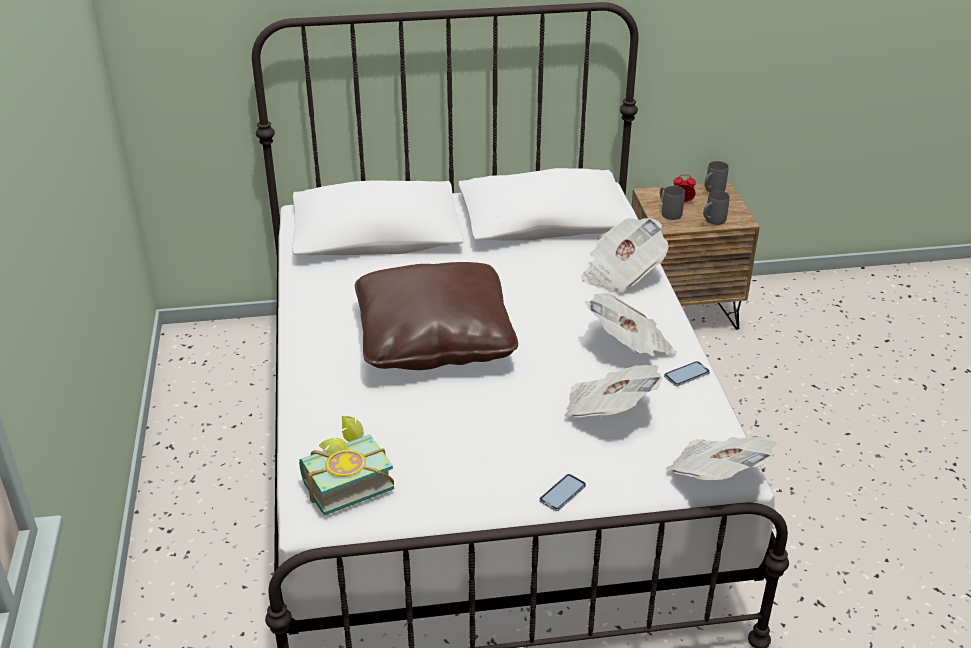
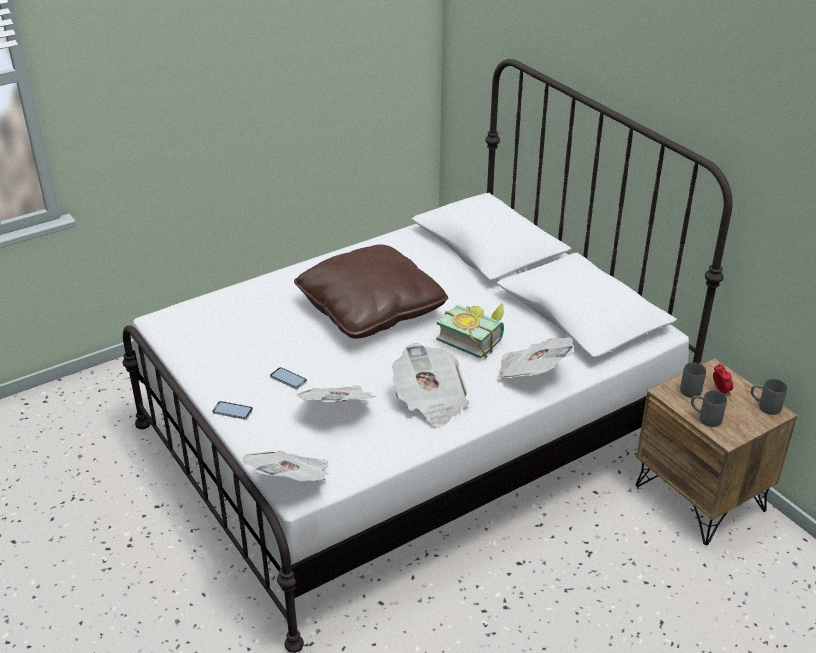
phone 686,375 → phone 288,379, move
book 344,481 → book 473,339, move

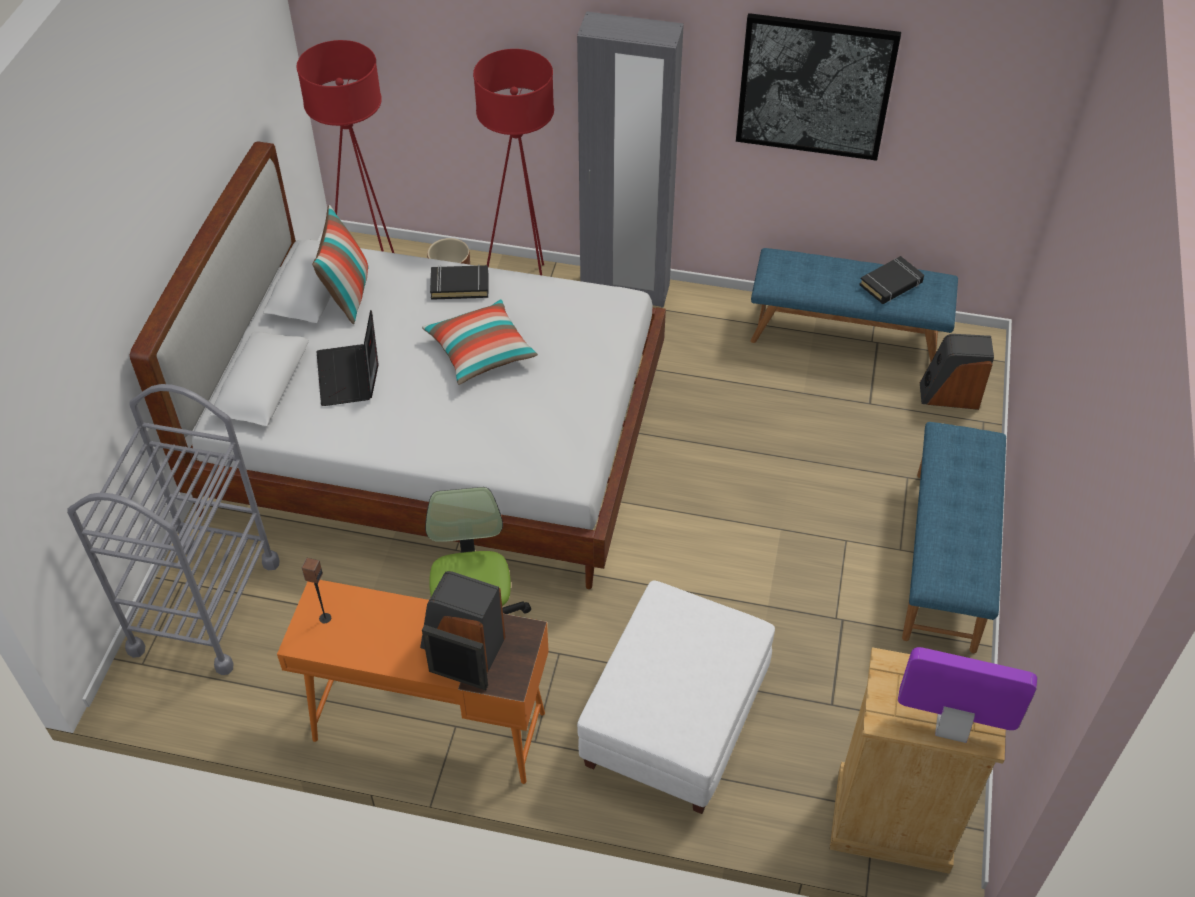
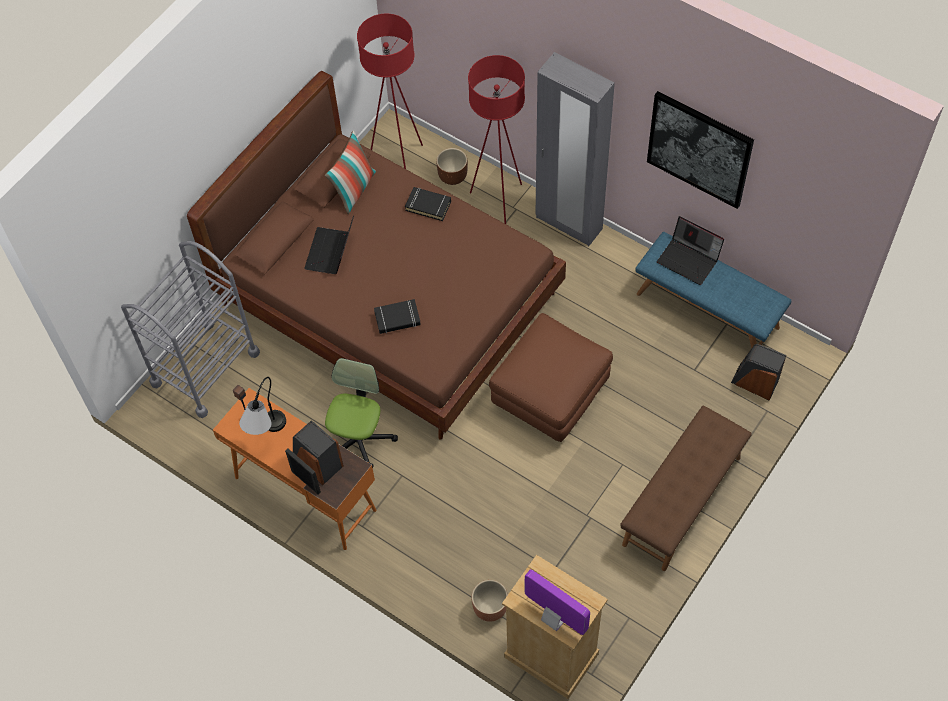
white bed 436,441 → brown bed 390,300
black book 891,284 → black book 397,319, move
pillow 481,352 → -
blue bench 946,559 → brown bench 682,501
white ottoman 675,722 → -
- → laptop 689,260
- → brown ottoman 550,394
- → table lamp 266,434
- → brown planter 489,608

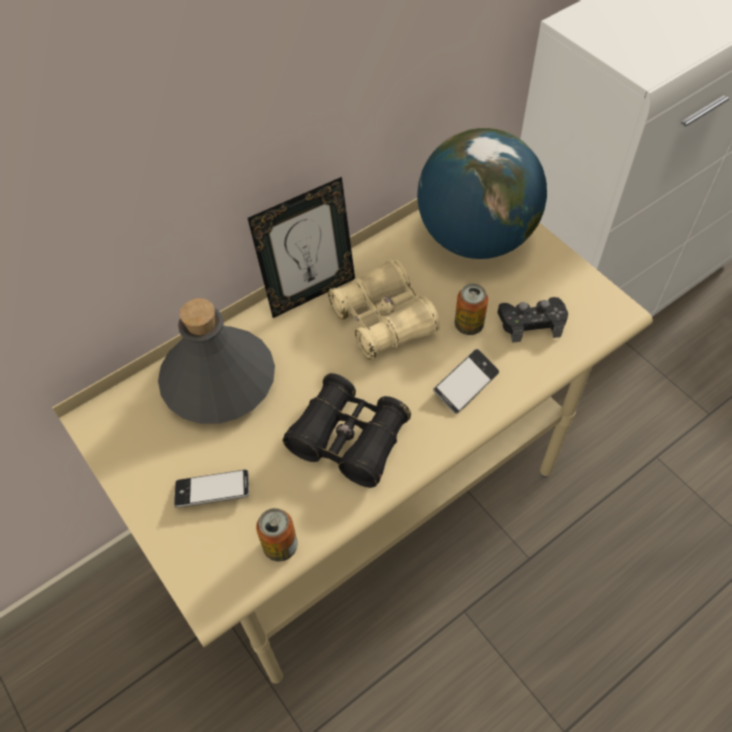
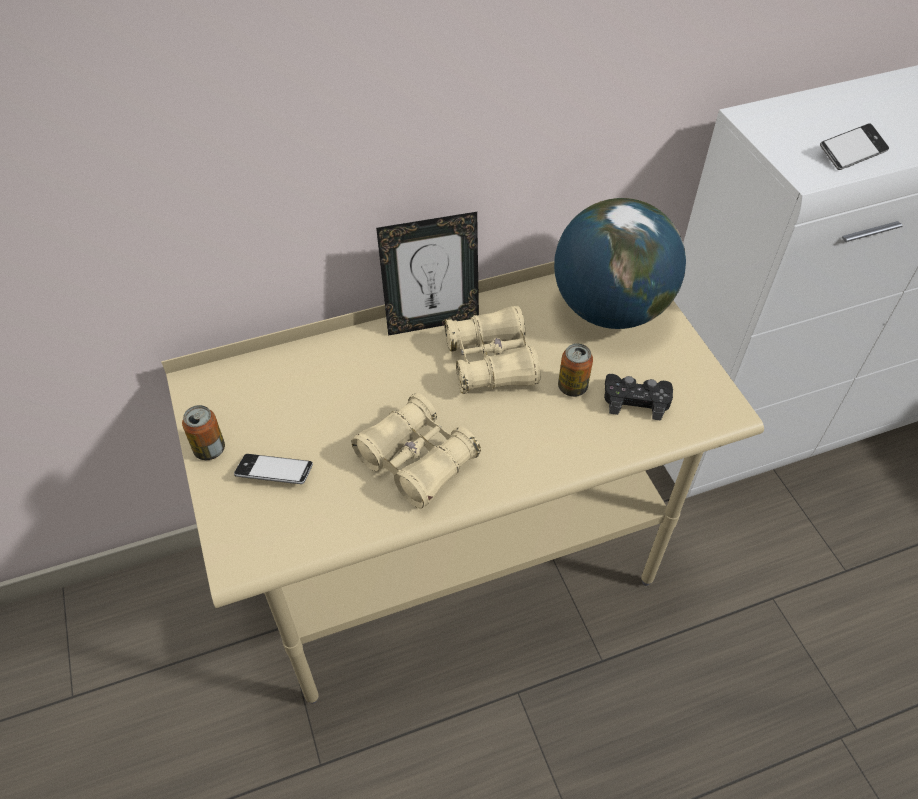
grey bottle 219,379 → -
phone 466,384 → phone 851,152, move
black binoculars 348,439 → beige binoculars 416,460
can 280,546 → can 209,449, move

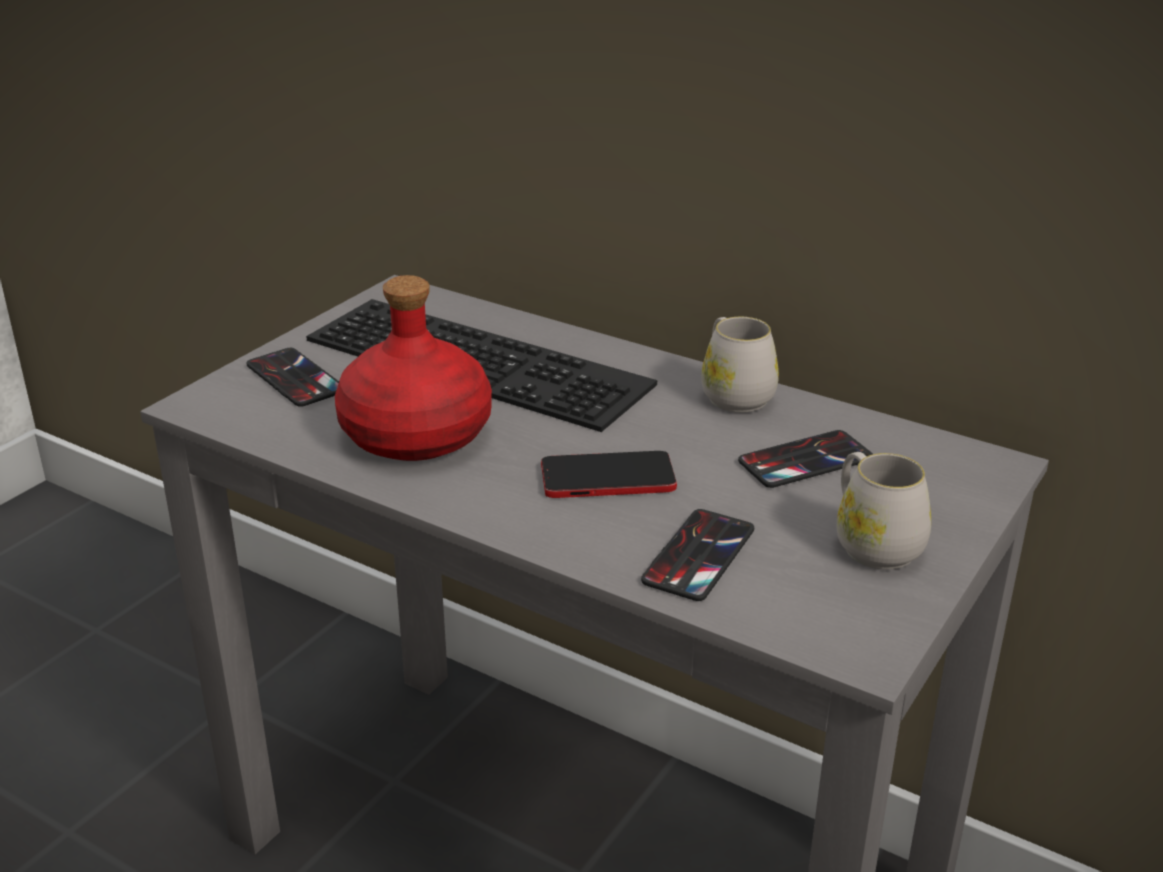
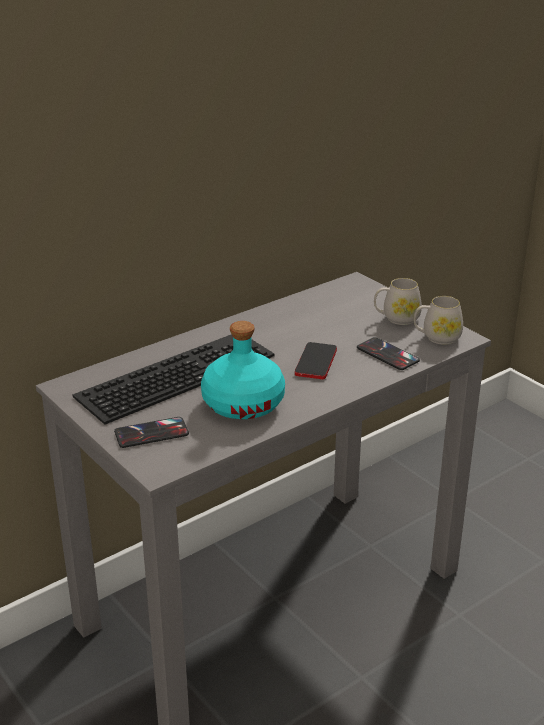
red bottle 418,434 → turquoise bottle 243,403
white mug 733,394 → white mug 436,337, move
phone 805,460 → -

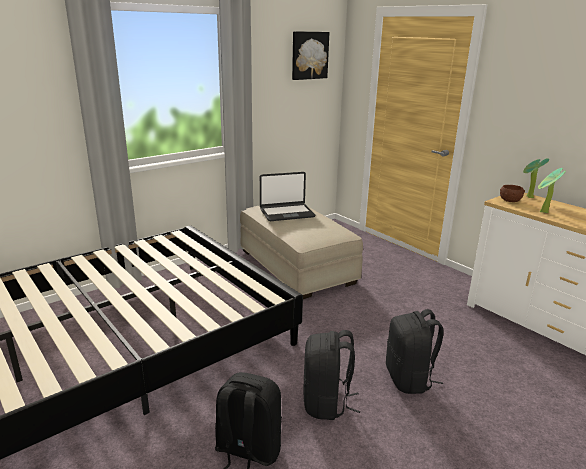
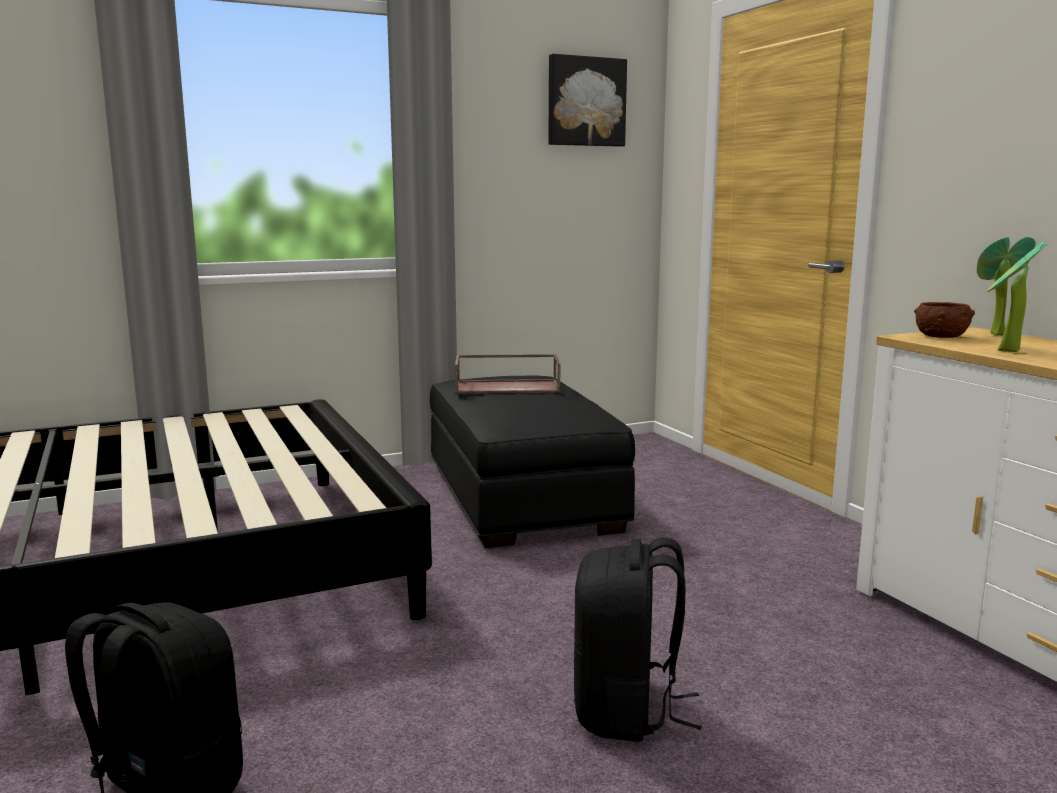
laptop 286,213 → brown tray 508,387
beige ottoman 295,266 → black ottoman 520,495
black backpack 326,403 → -

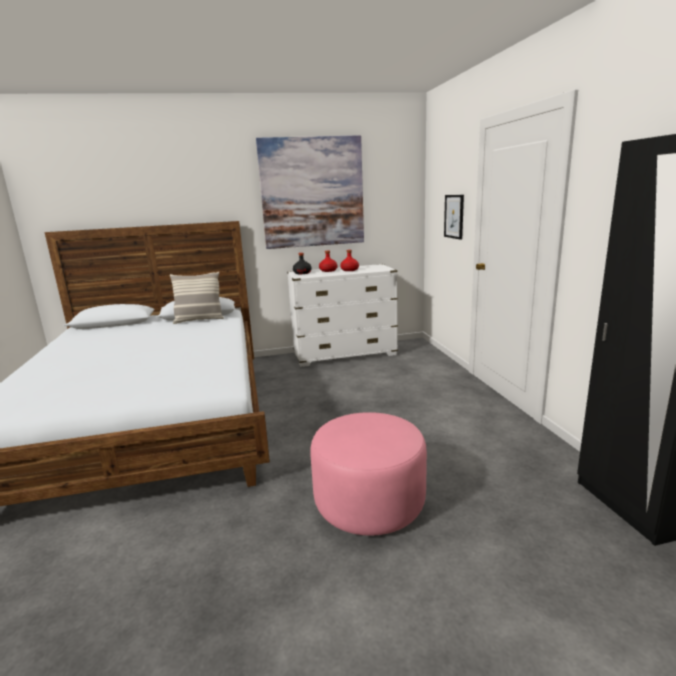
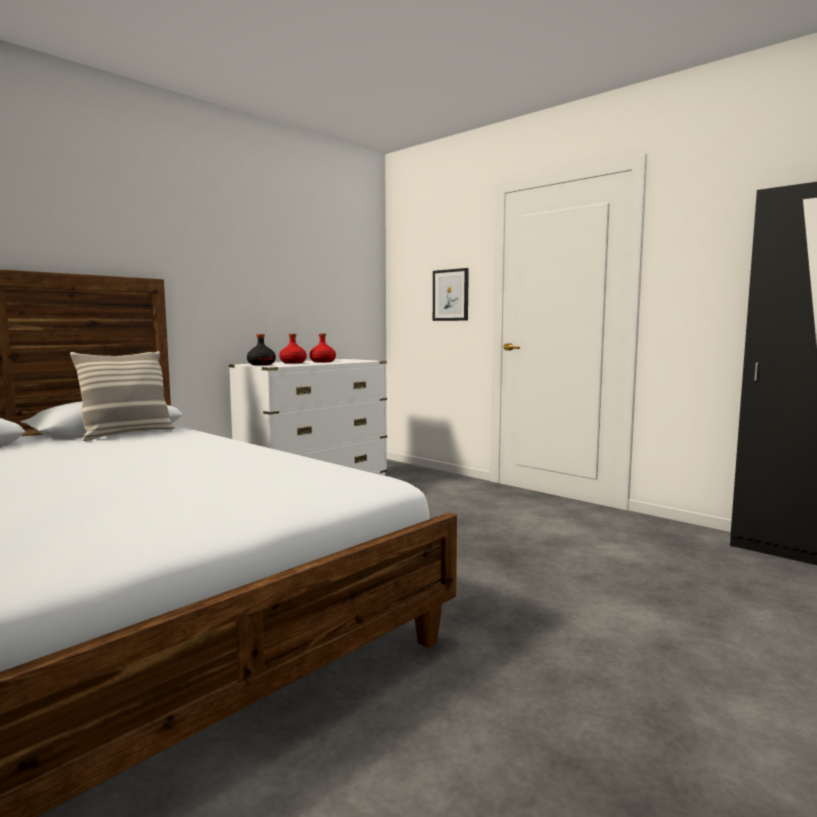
picture 312,193 → -
pink ottoman 369,502 → -

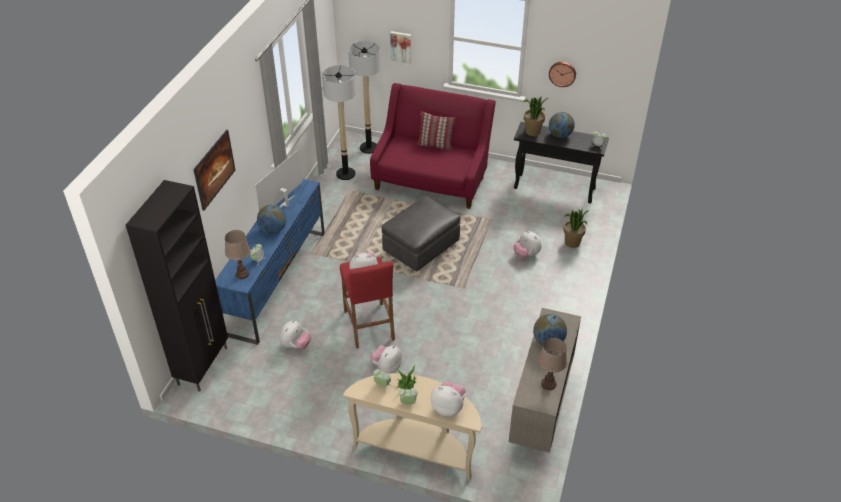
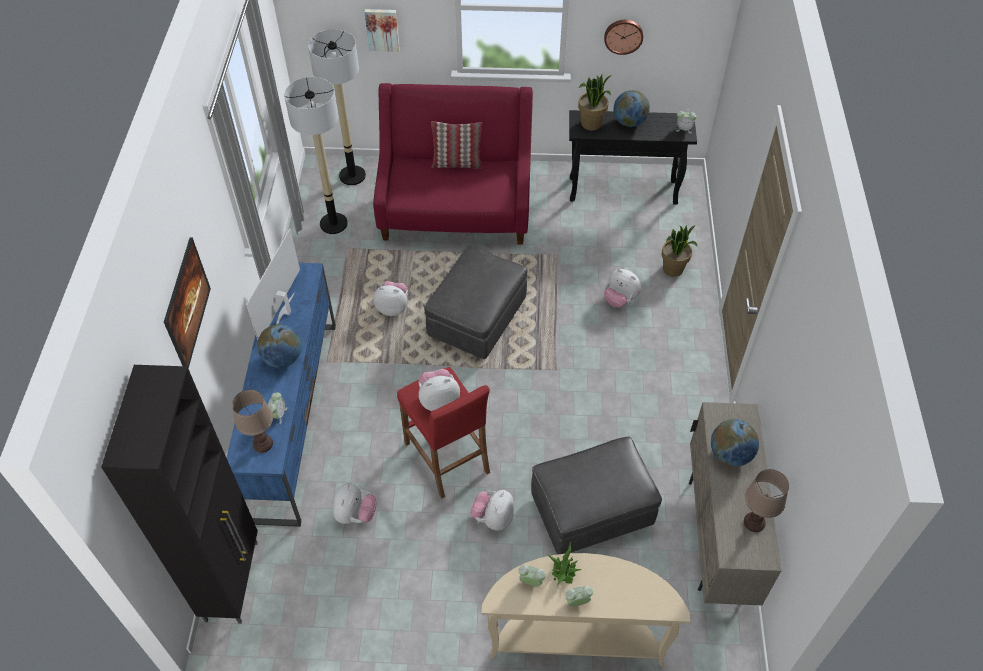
plush toy 448,407 → plush toy 393,307, move
- → grey ottoman 591,511

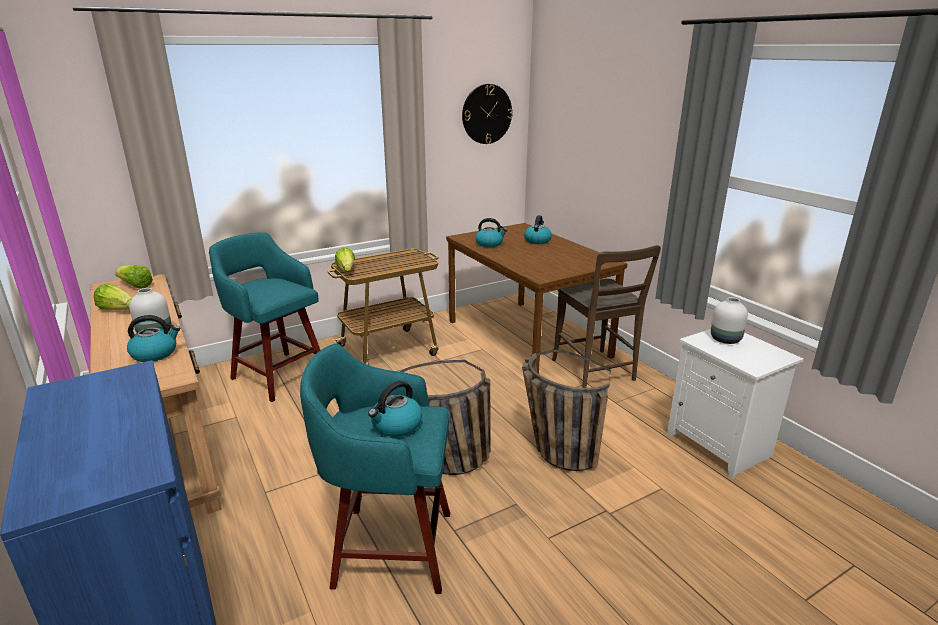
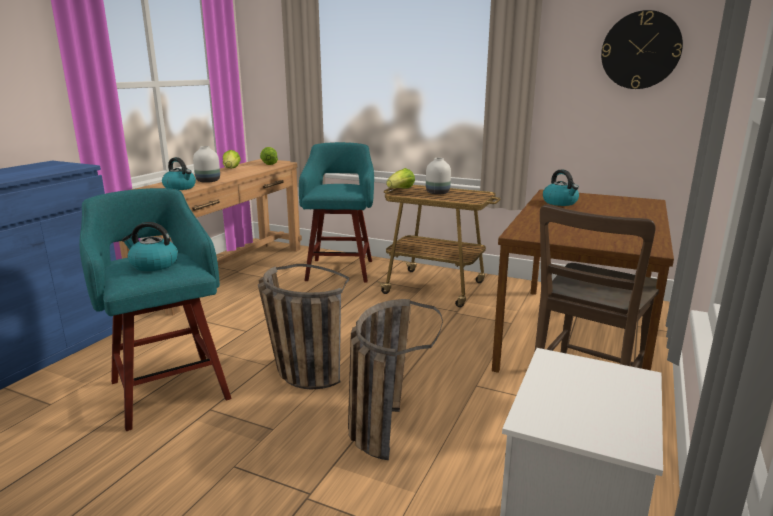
kettle 537,241 → -
white vase 725,340 → white vase 437,193, move

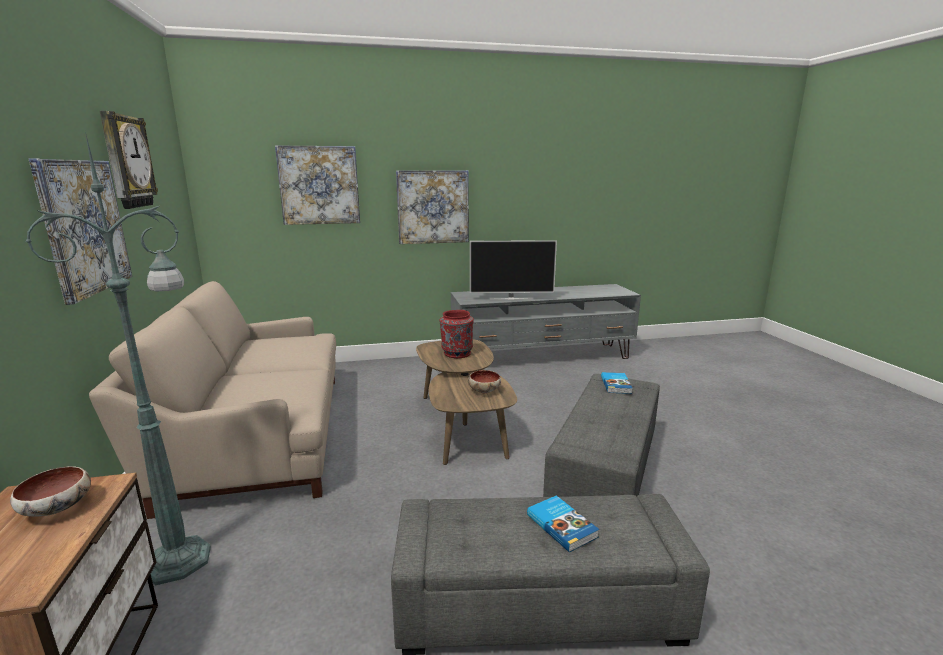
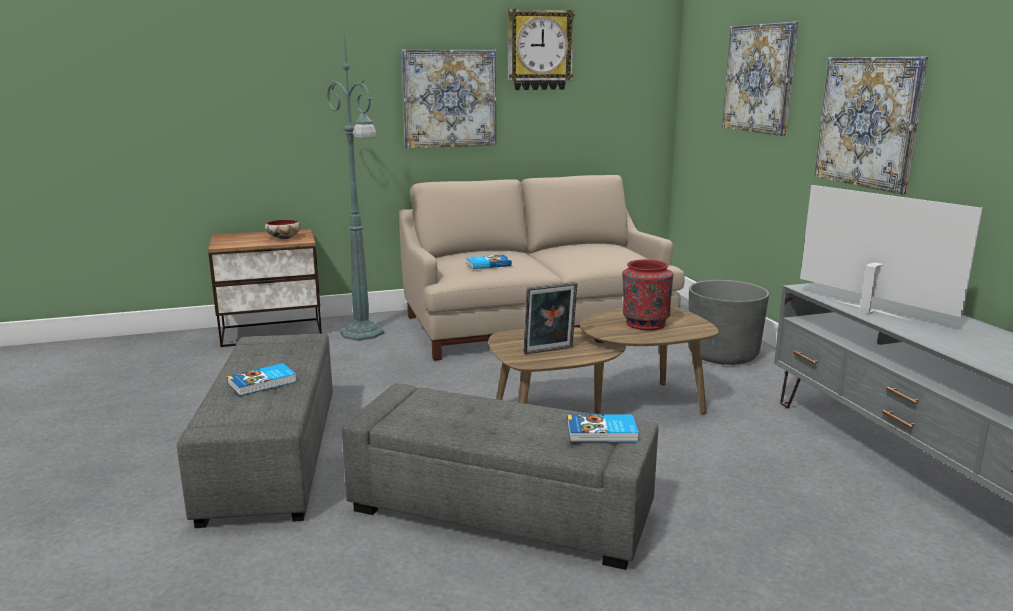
television 511,298 → television 868,311, 150 degrees clockwise
bowl 484,390 → picture frame 549,351
- → book 488,264
- → grey planter 722,355

